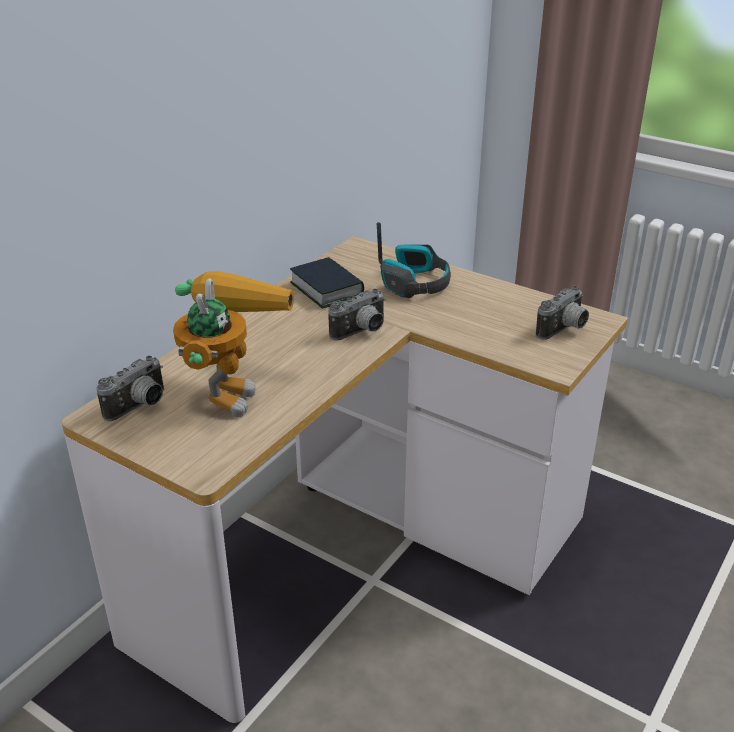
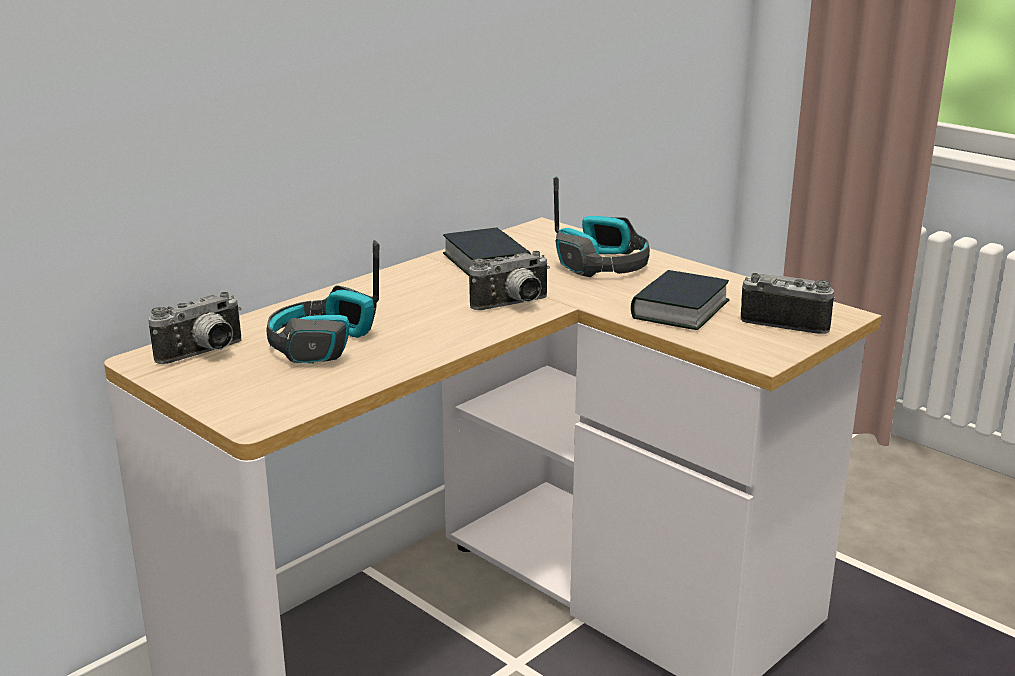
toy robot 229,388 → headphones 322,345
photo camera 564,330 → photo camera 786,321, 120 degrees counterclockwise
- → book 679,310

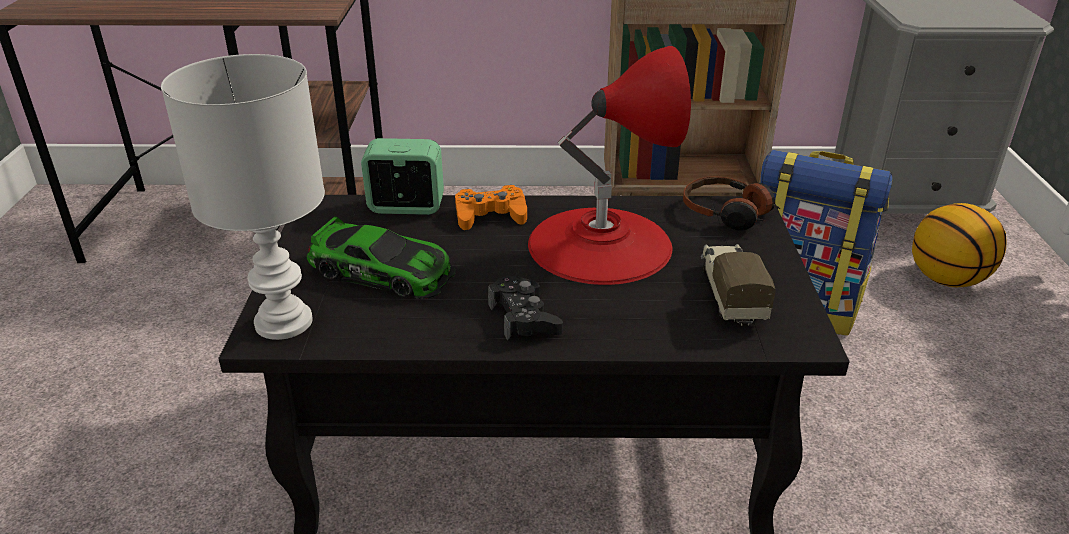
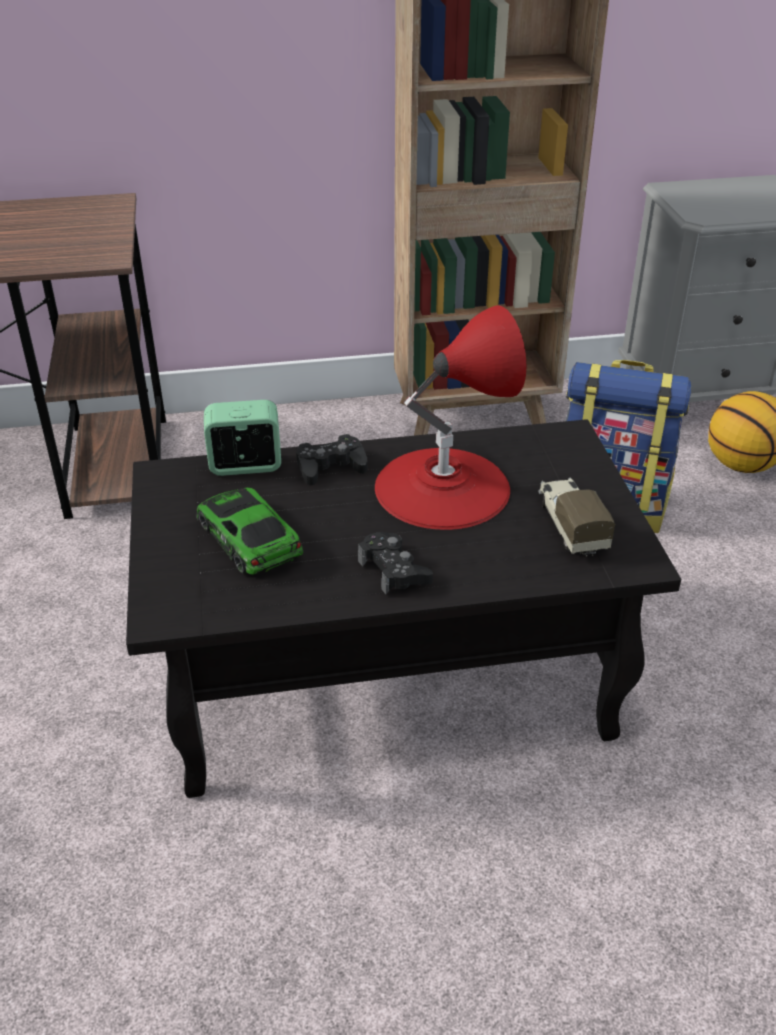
white table lamp 284,321 → -
headphones 728,213 → -
orange game controller 490,215 → black game controller 330,467
toy car 383,271 → toy car 248,538, 135 degrees counterclockwise

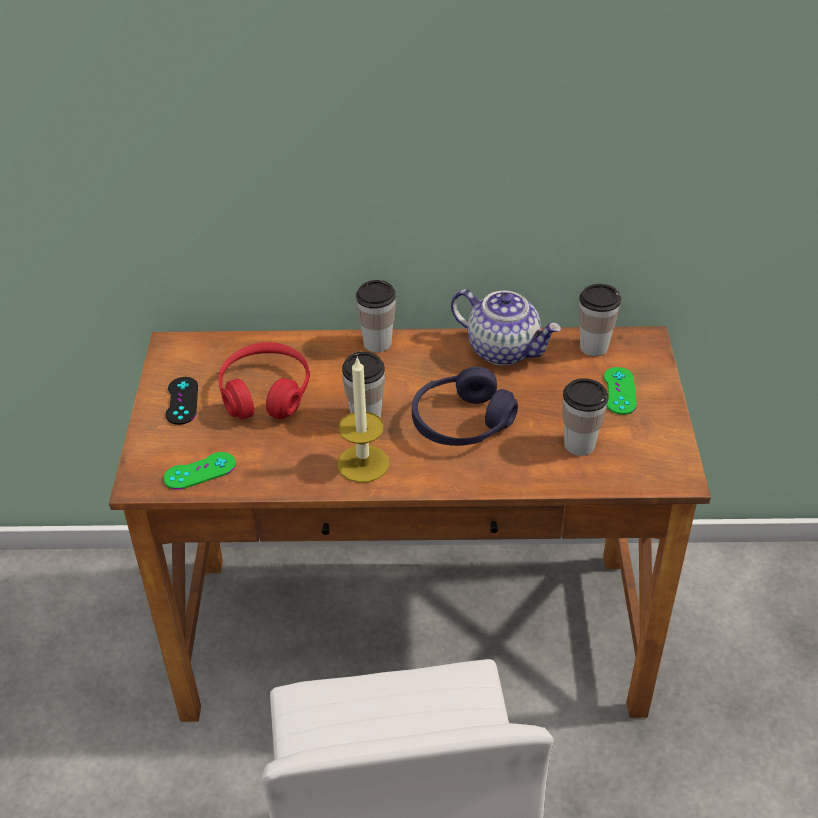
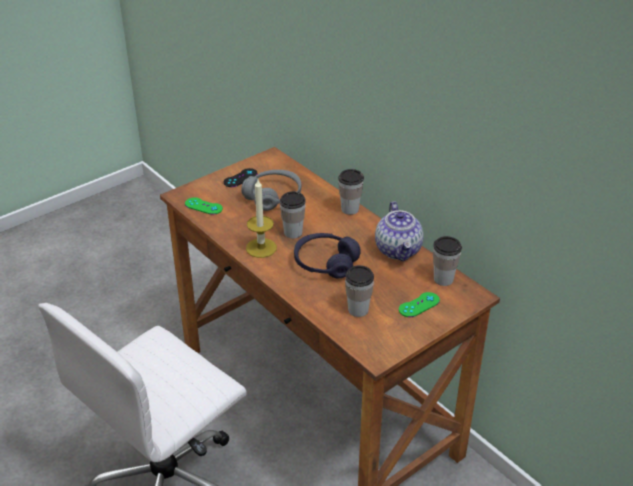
red headphones 265,393 → grey headphones 273,197

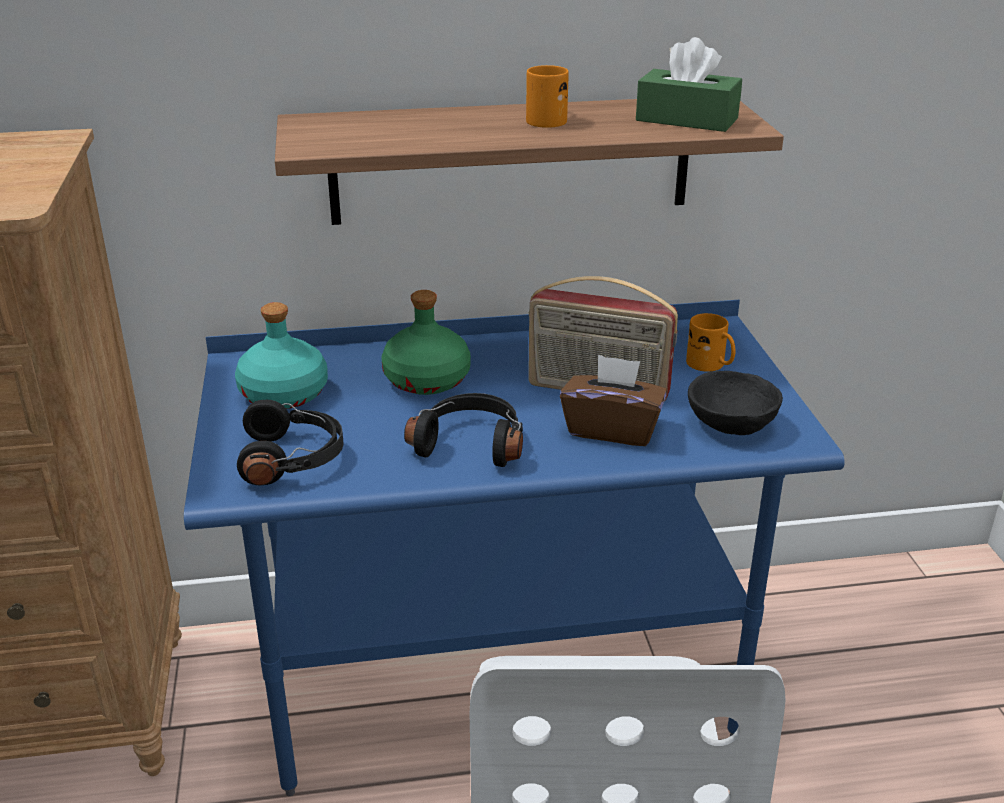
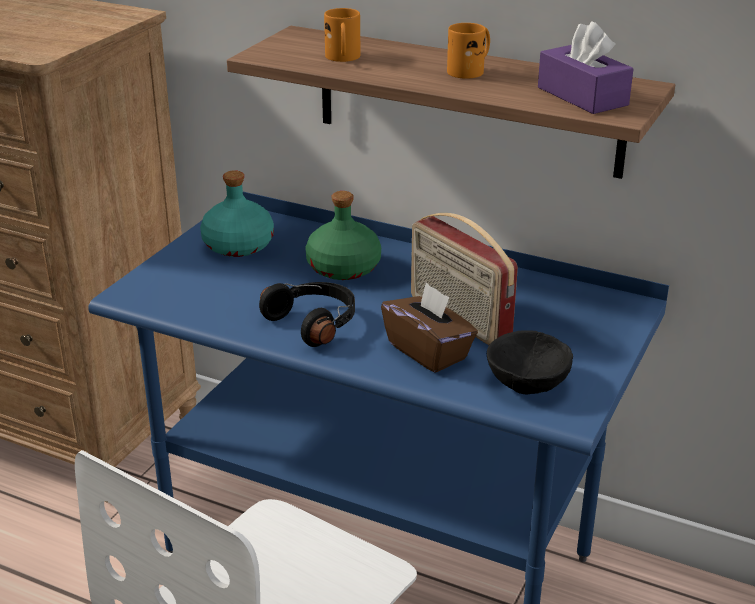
green tissue box 686,119 → purple tissue box 582,96
orange mug 711,365 → orange mug 343,58, move
black headphones 293,459 → -

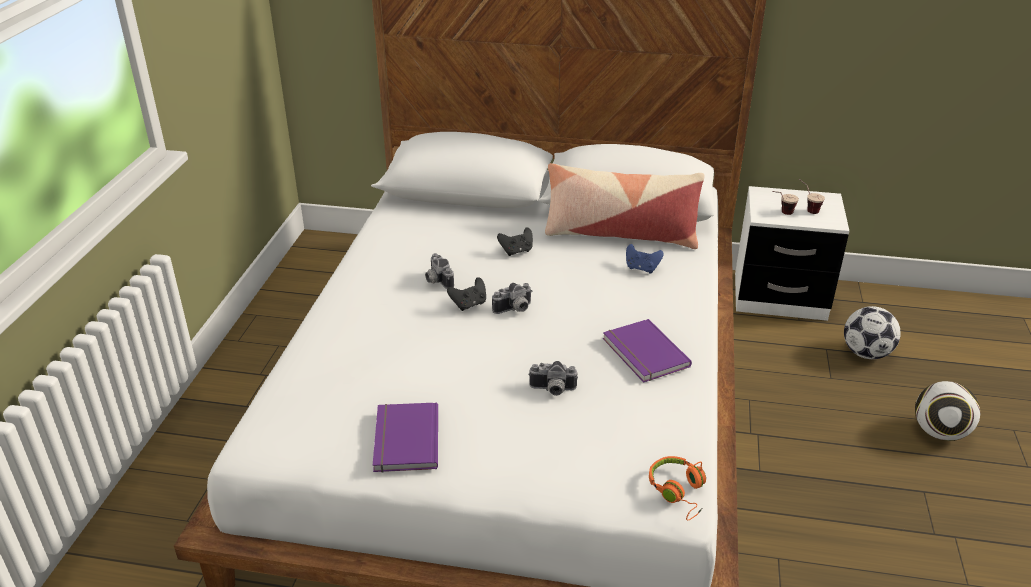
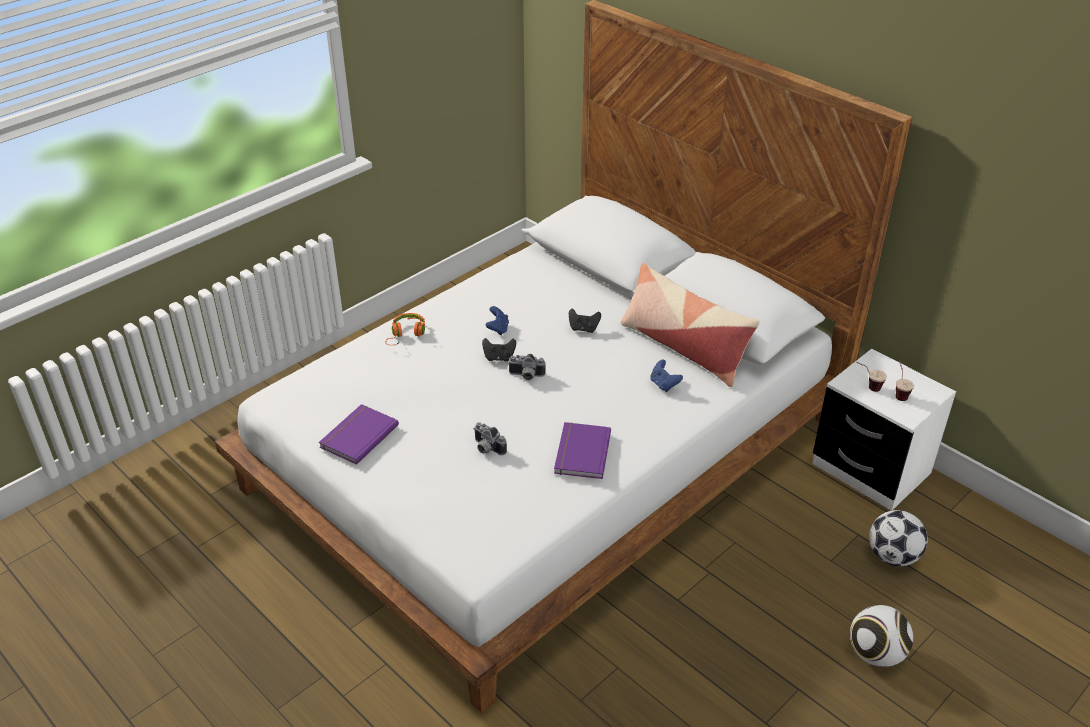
photo camera 437,281 → blue game controller 498,329
orange headphones 679,492 → orange headphones 406,334, move

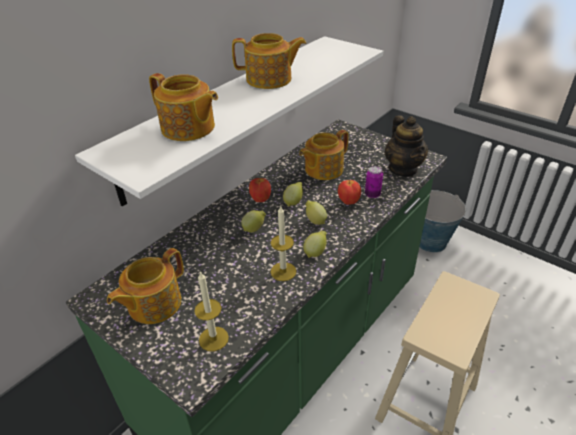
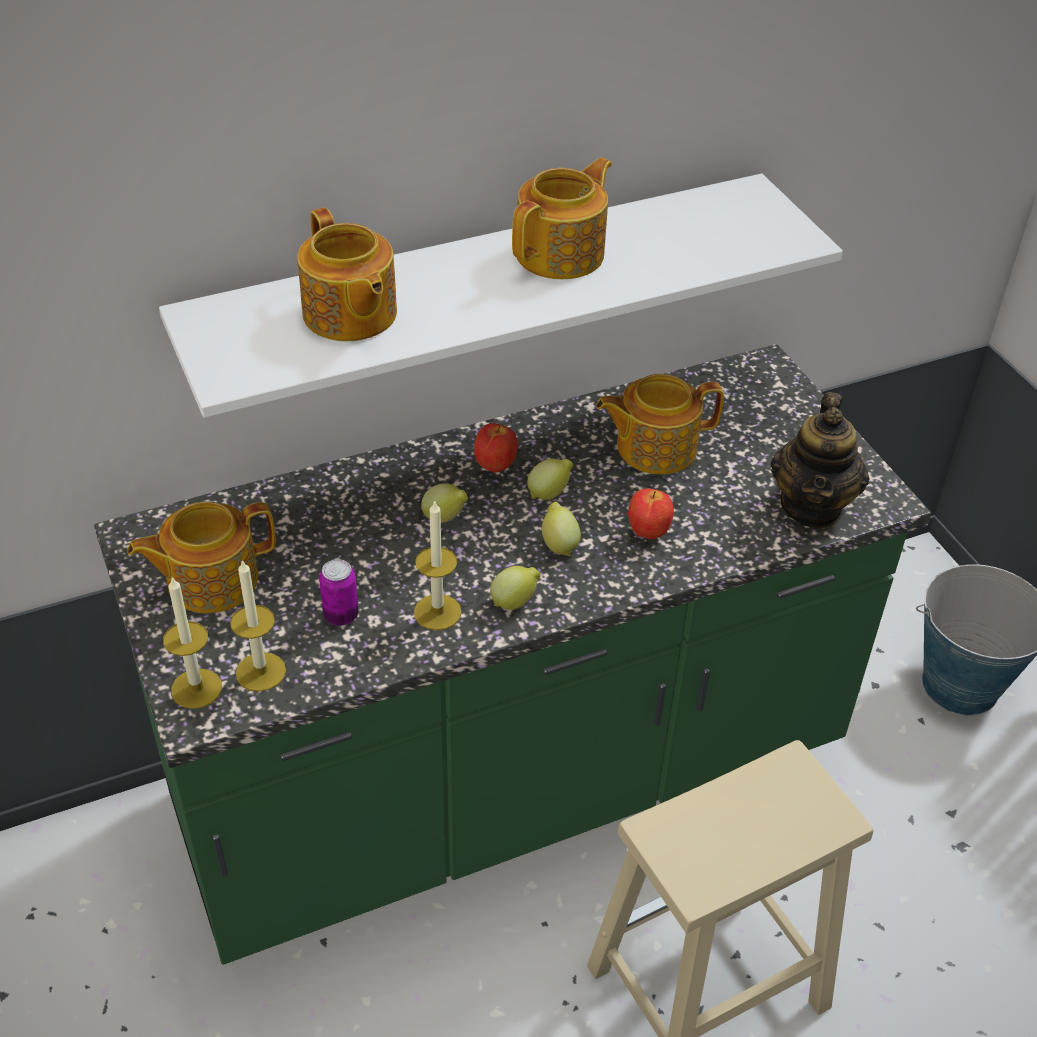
teapot 270,80 → teapot 562,254, 75 degrees counterclockwise
can 372,194 → can 341,615, move
- → candle 196,688

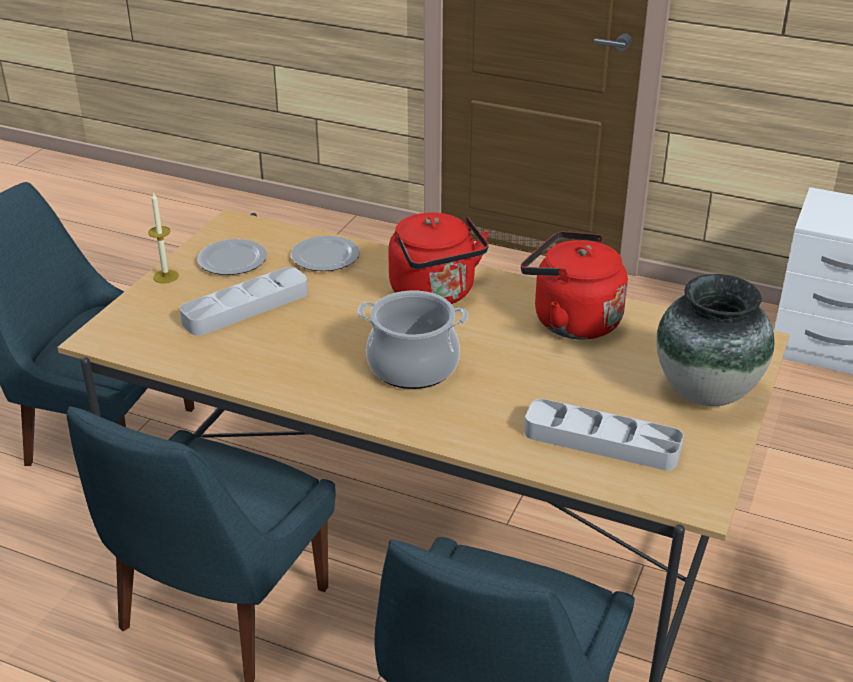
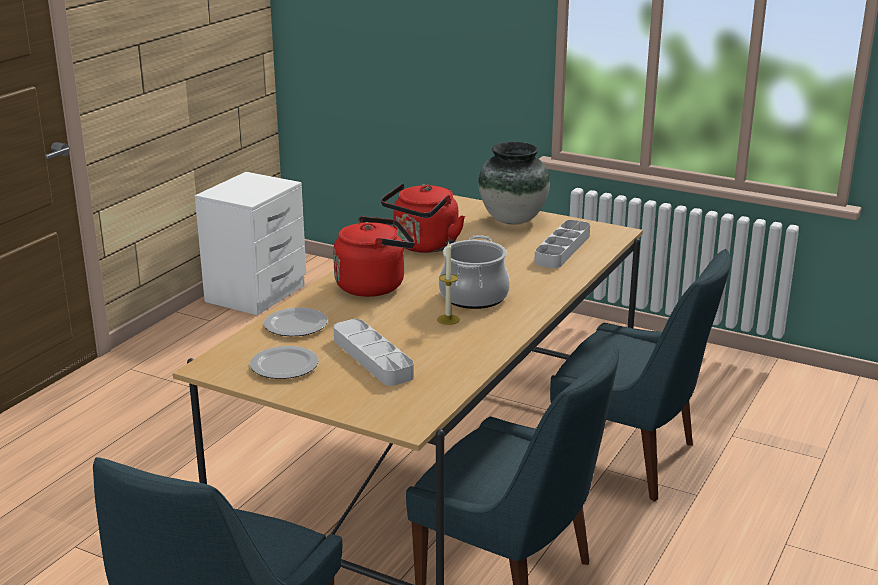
candle 166,276 → candle 448,319, move

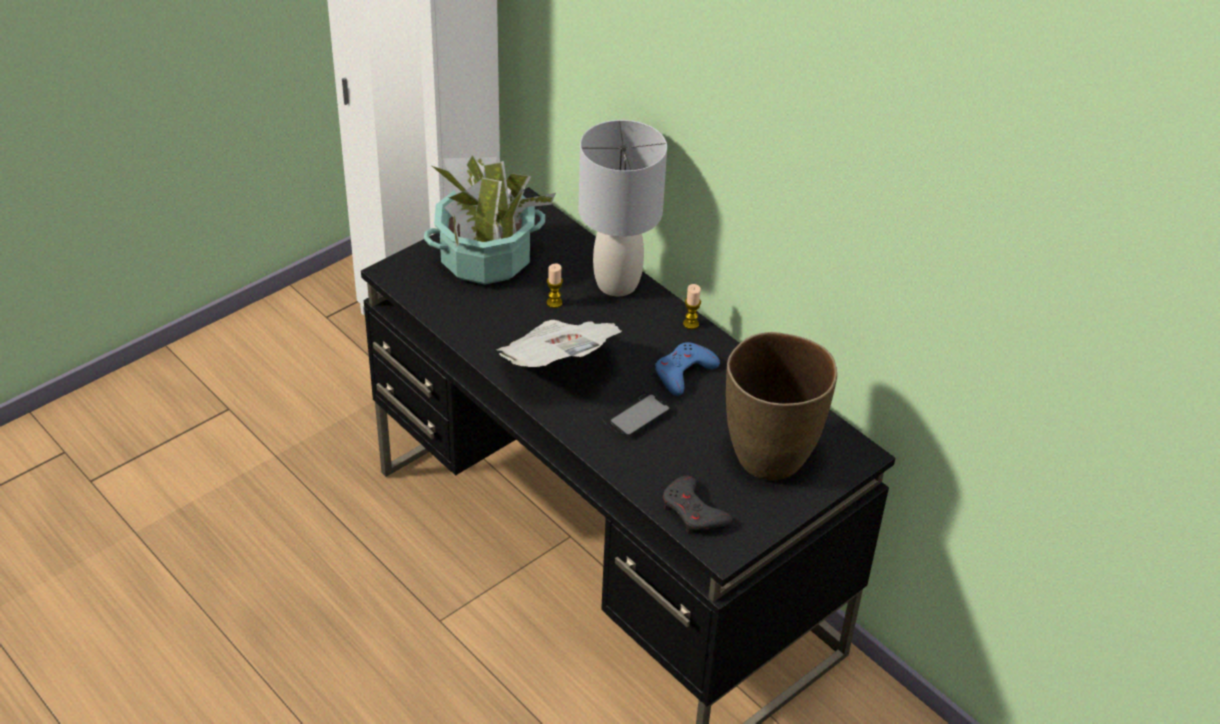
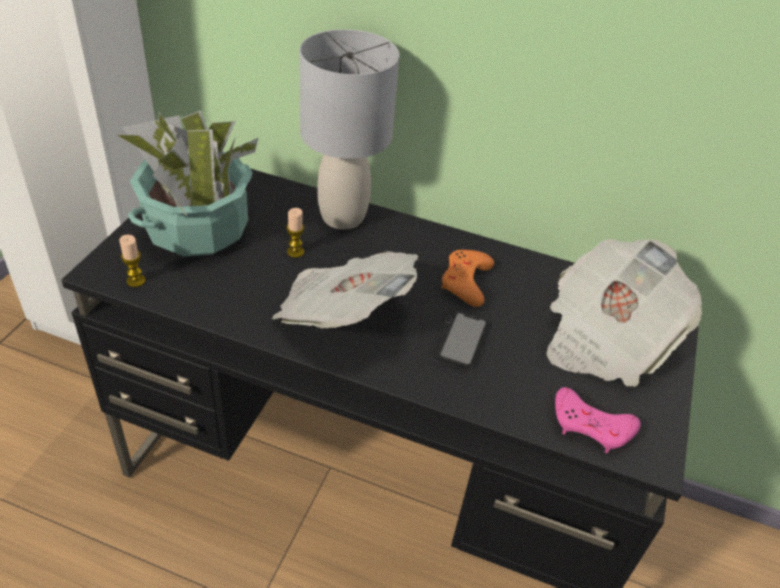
candle 691,324 → candle 136,281, move
brown vase 768,456 → newspaper 605,338
blue game controller 683,372 → orange game controller 466,281
grey game controller 693,512 → pink game controller 591,425

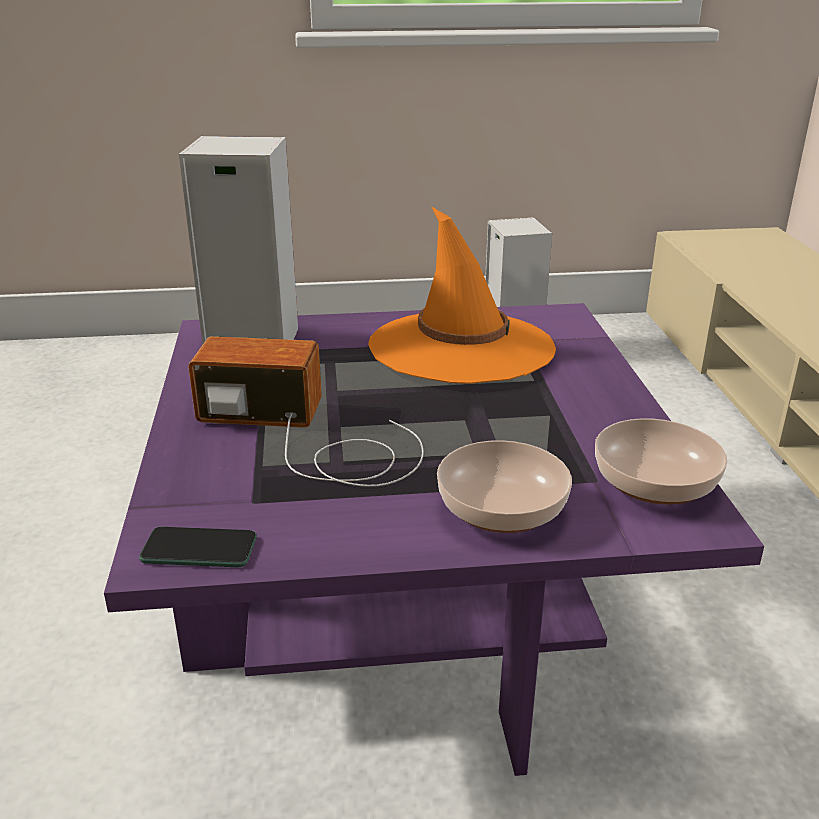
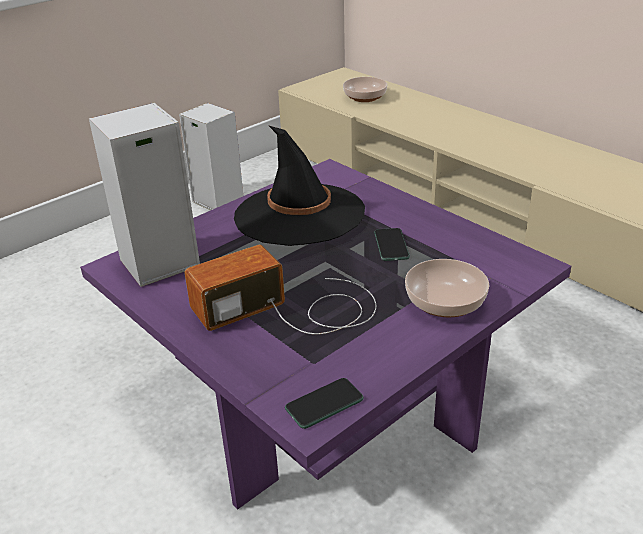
orange hat 461,347 → black hat 299,214
bowl 656,484 → bowl 365,97, move
- → phone 391,245

